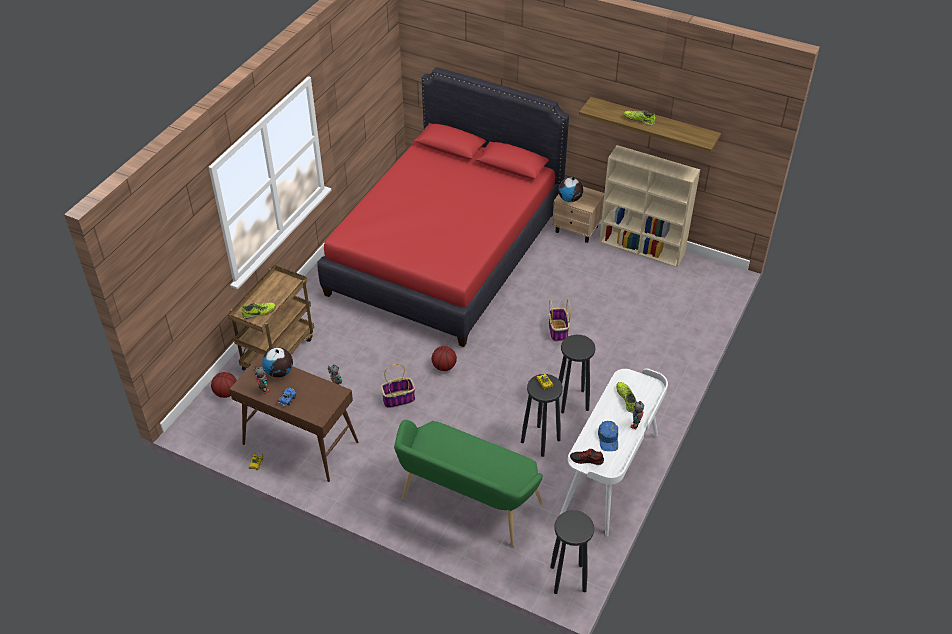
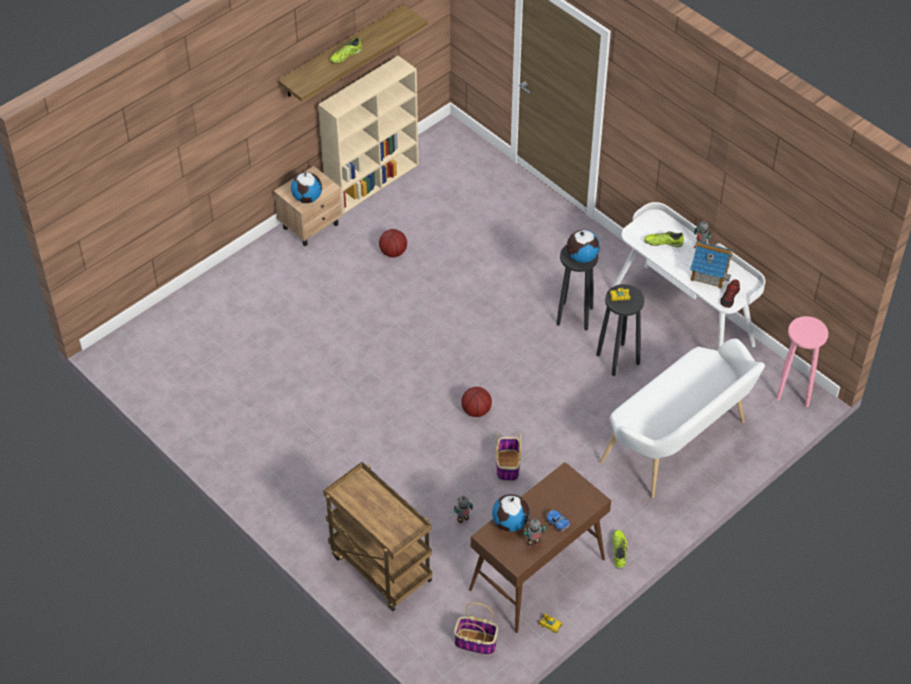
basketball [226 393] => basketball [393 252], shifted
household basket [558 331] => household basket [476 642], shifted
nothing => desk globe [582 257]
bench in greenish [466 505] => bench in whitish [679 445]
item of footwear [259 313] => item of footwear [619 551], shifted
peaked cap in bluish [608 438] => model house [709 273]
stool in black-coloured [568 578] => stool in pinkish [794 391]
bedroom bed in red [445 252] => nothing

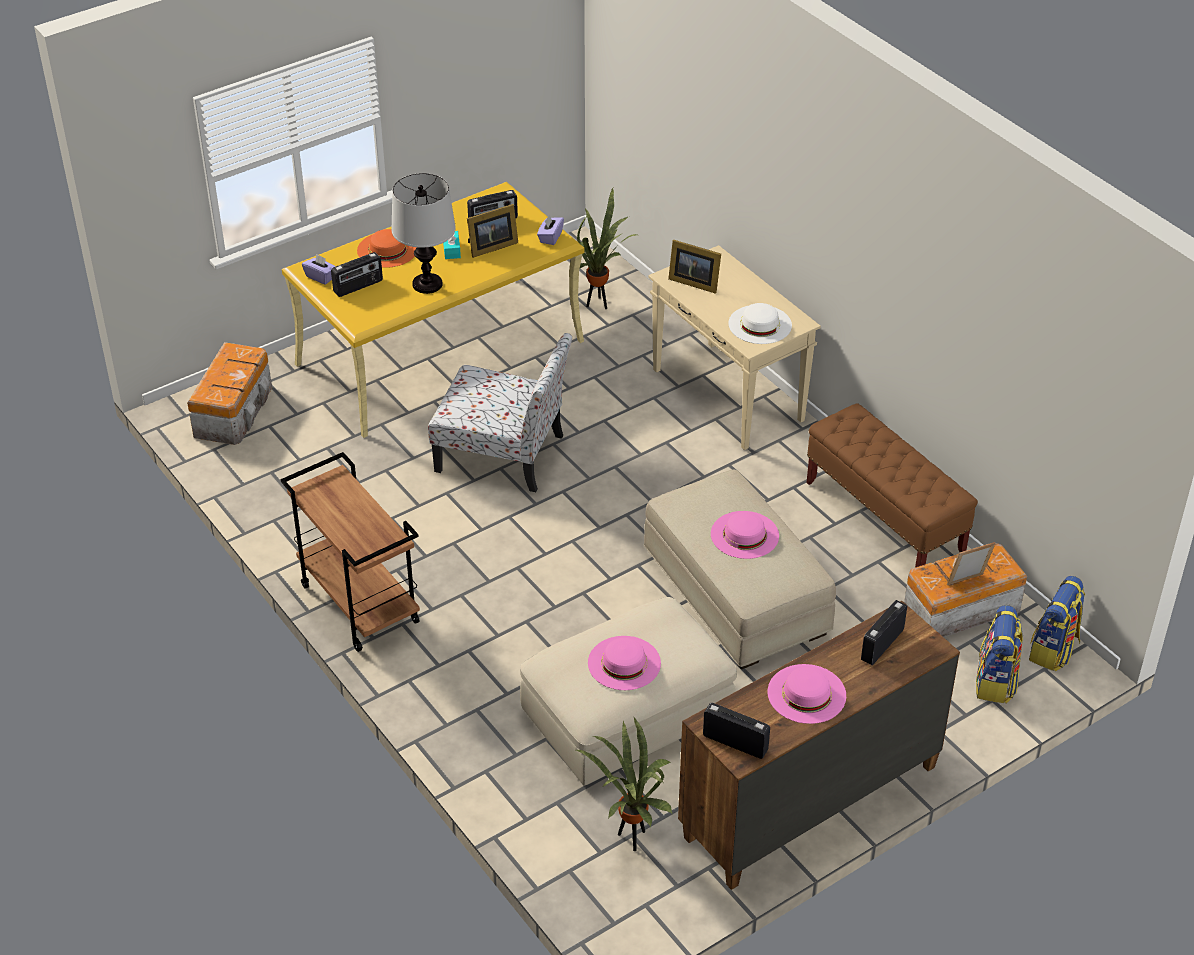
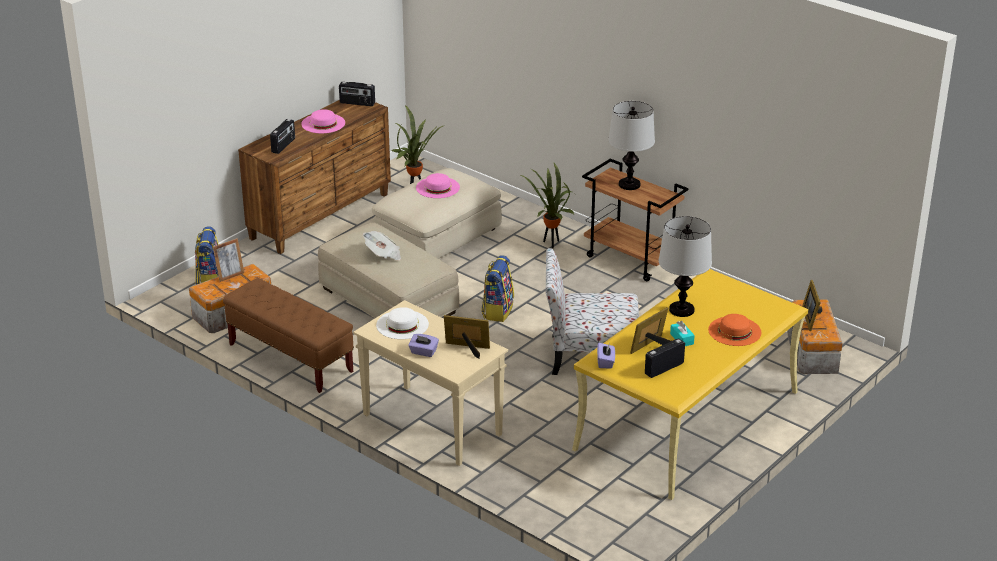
clothing hat in pinkish [744 534] => newspaper [383 255]
tissue box in purple [321 277] => tissue box in purple [423 352], shifted
rucksack [1053 650] => rucksack [497 311], shifted
plant in a pot [598 303] => plant in a pot [551 244], shifted
nothing => table lamp [629 184]
nothing => standing frame [811 318]
radio receiver [358 287] => nothing

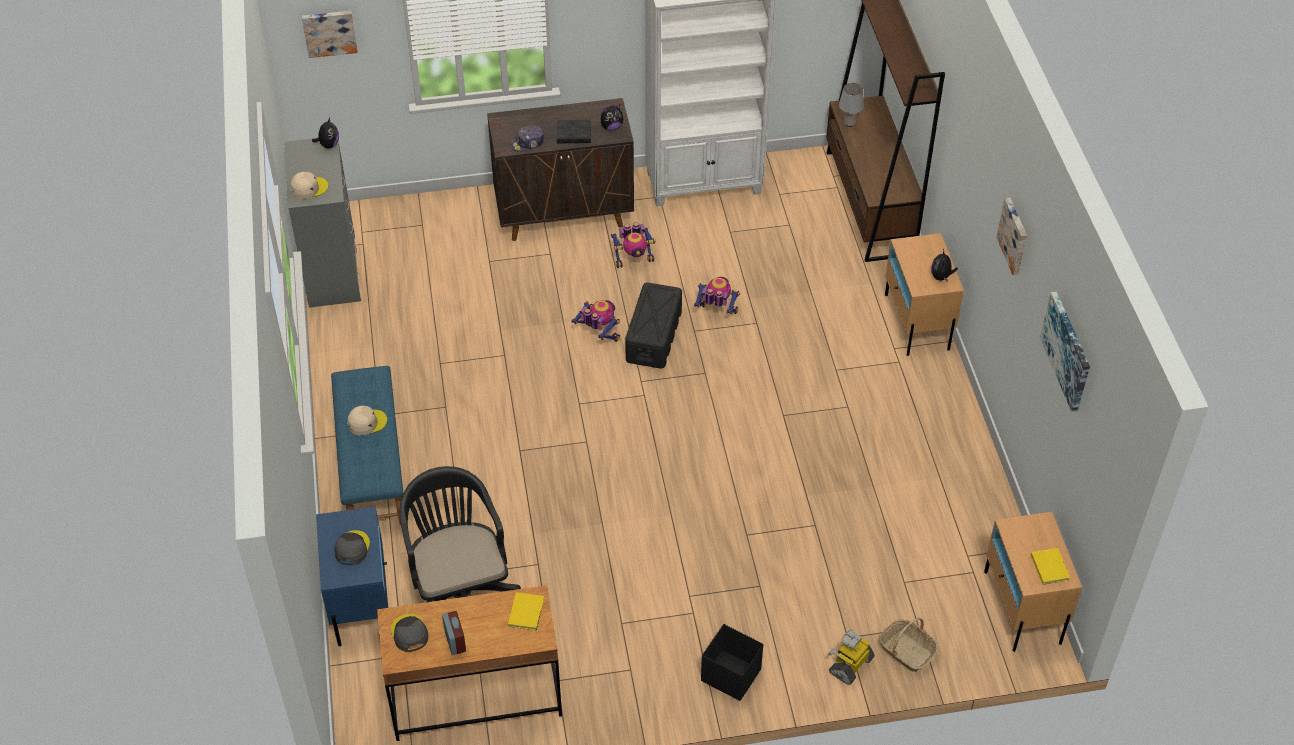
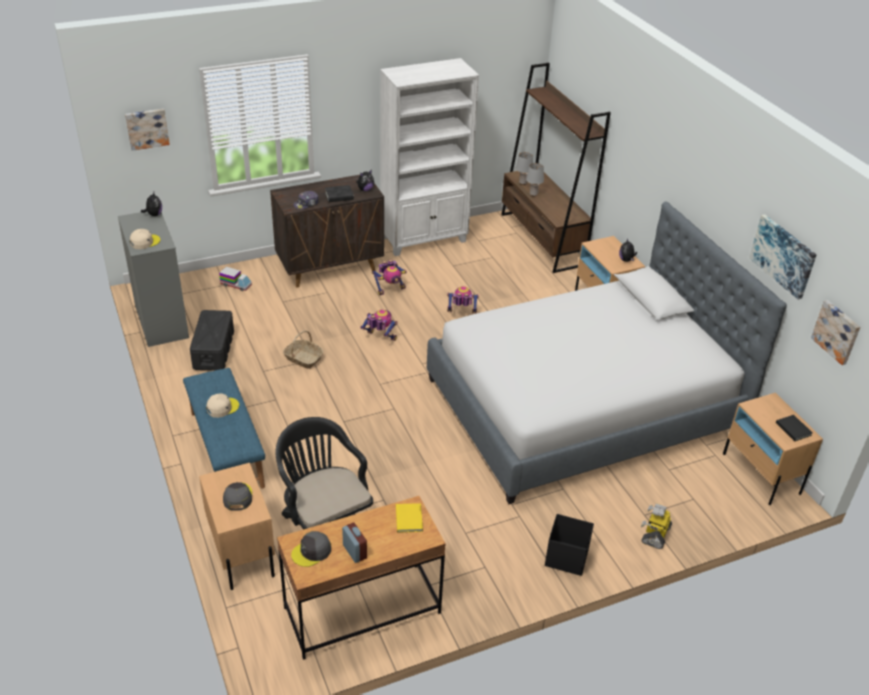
storage bin in black-coloured [653 337] => storage bin in black-coloured [213 350], shifted
bedside table in bluish [360 601] => bedside table in beige-coloured [242 551]
nothing => toy lorry [236 285]
household basket [906 651] => household basket [303 358], shifted
peaked cap in greyish [409 633] => peaked cap in greyish [311 552], 90 degrees counterclockwise
nothing => bedroom bed [582 405]
nothing => table lamp in greyish [533 194]
book in yellowish [1050 566] => book in black-coloured [793 428]
wall art [1014 236] => wall art [837 331], shifted

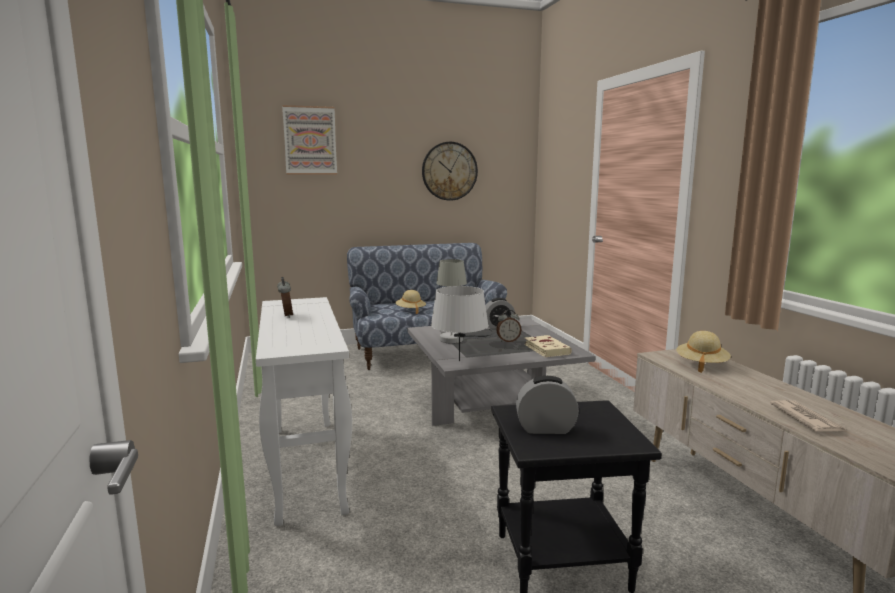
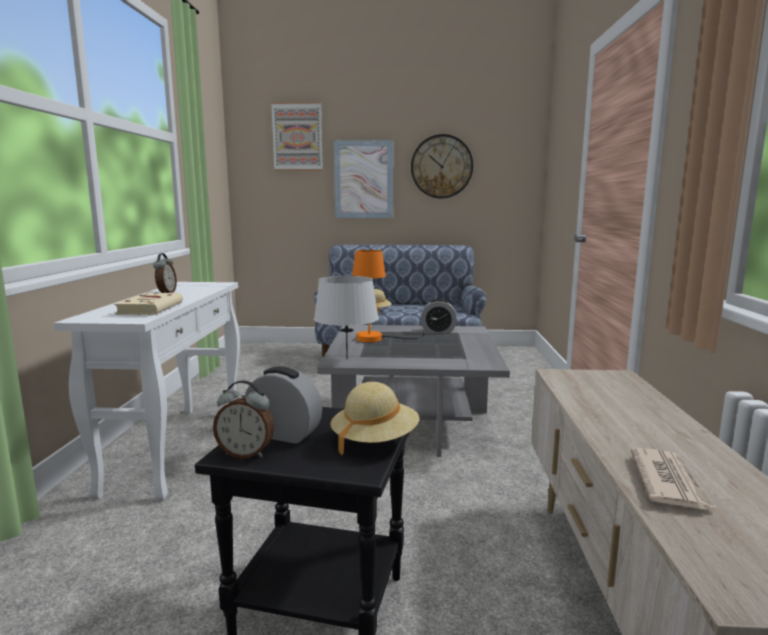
book in beige-coloured [545 349] => book in beige-coloured [151 308], shifted
table clock [508 341] => table clock [246 454], shifted
clothing hat in beige-coloured [701 364] => clothing hat in beige-coloured [374 441], shifted
nothing => wall art [364 179]
table lamp in greyish [458 339] => table lamp in orange-coloured [377 339]

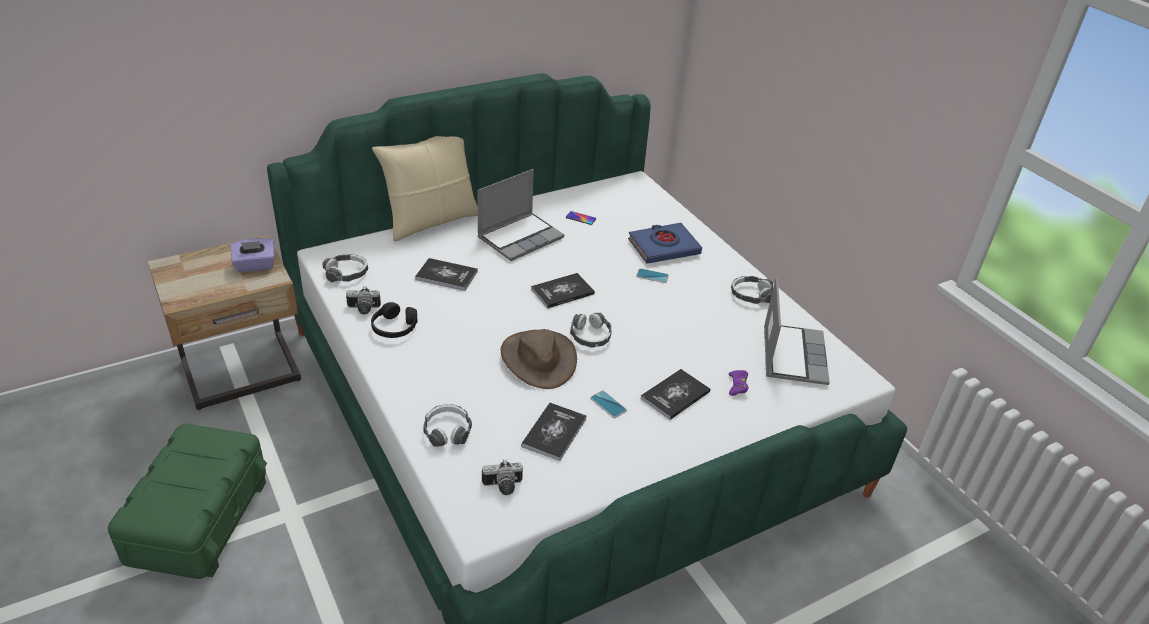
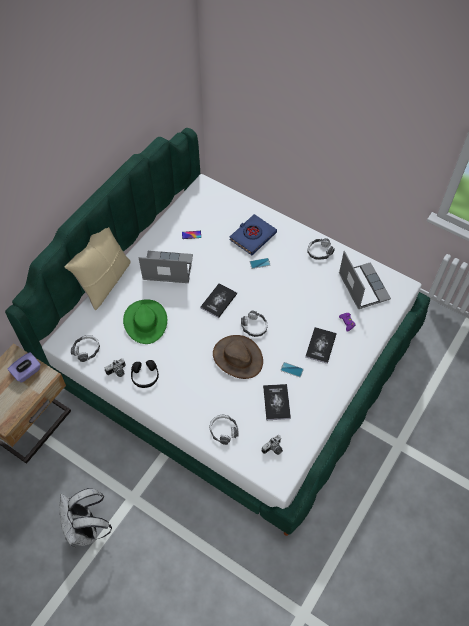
storage bin in greenish [200 521] => rucksack in whitish [87 529]
book [446 275] => clothing hat in greenish [145 321]
laptop [520 237] => laptop [167 269], 105 degrees counterclockwise

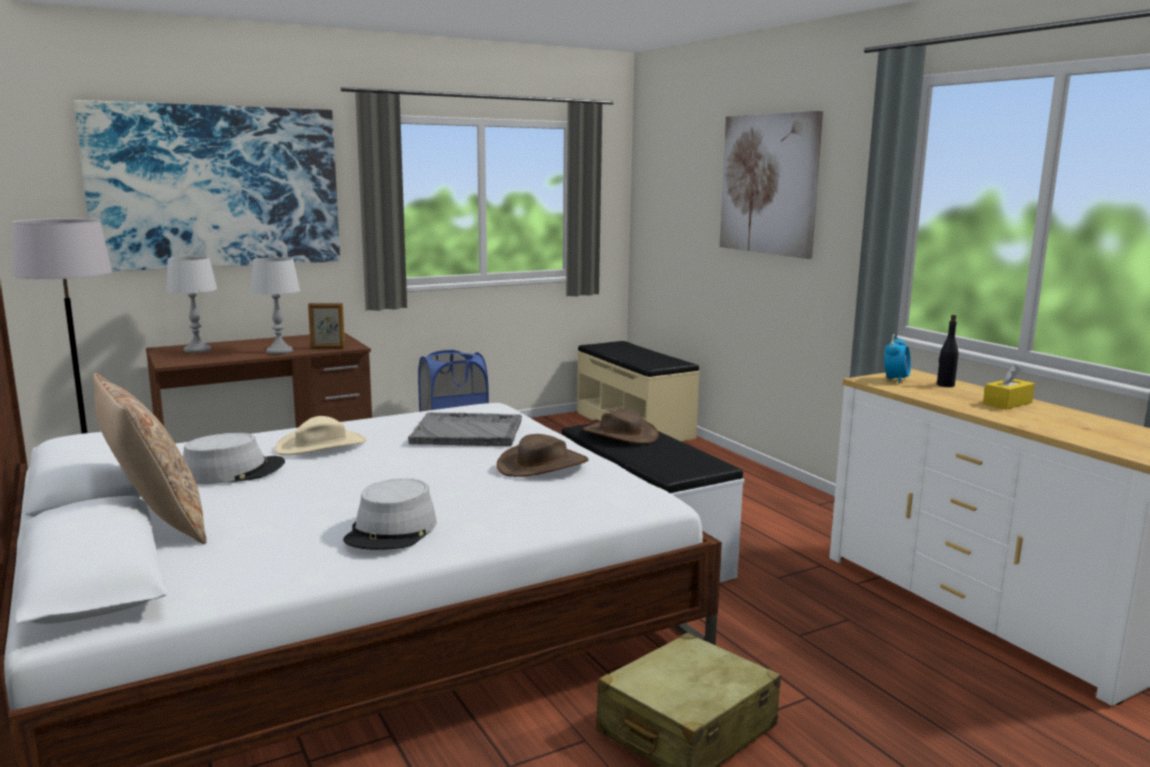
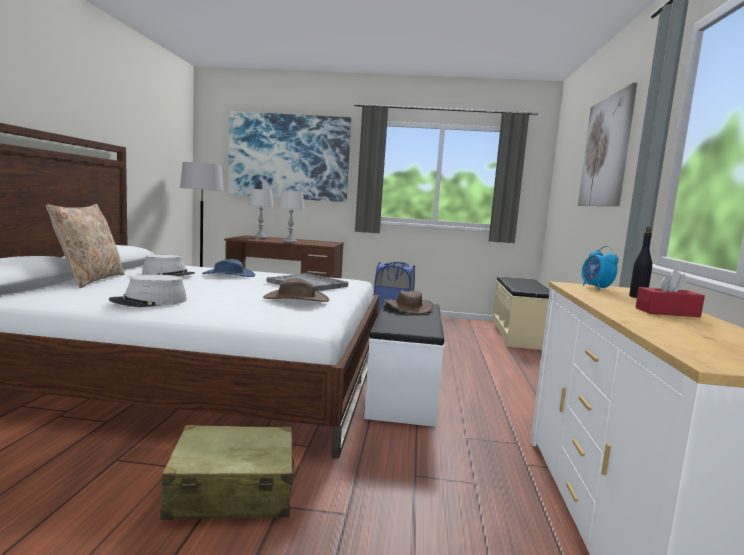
clothing hat in beige-coloured [321 445] => clothing hat in bluish [229 275]
table clock [895 380] => table clock [596 288], 105 degrees clockwise
tissue box in yellowish [1007 403] => tissue box in red [667 312]
standing frame [327 348] => nothing

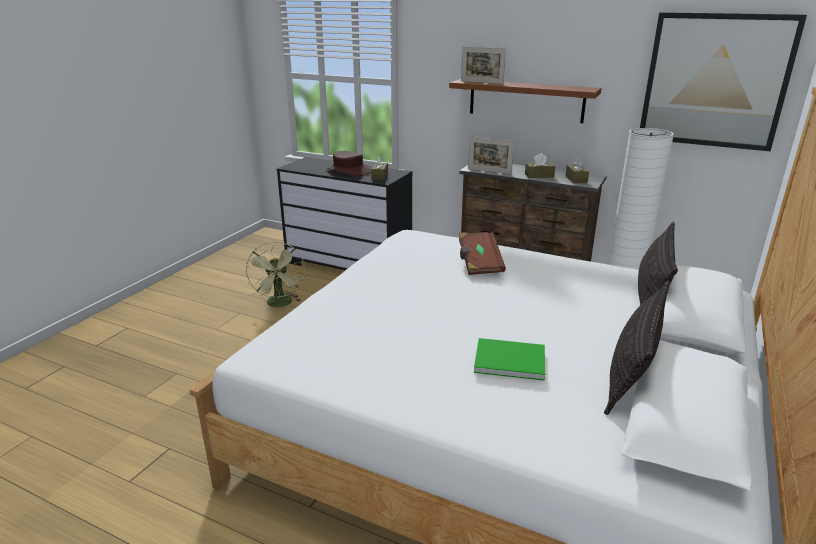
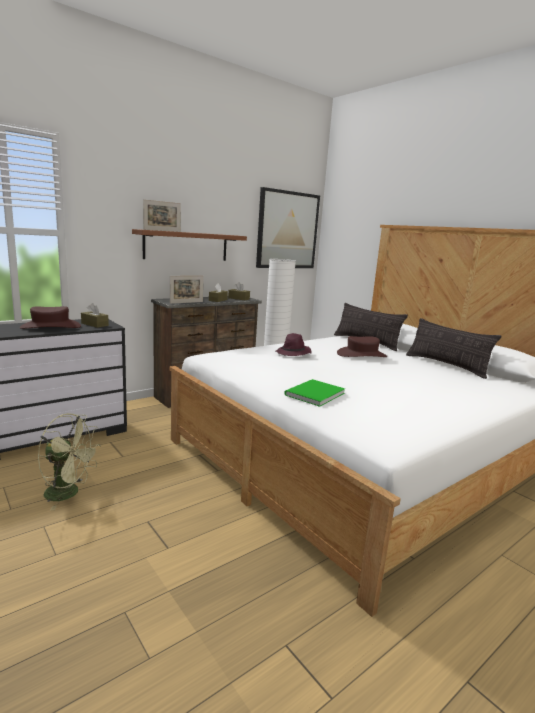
book in brownish [479 263] => clothing hat in purple [293 353]
book in greenish [507 359] => book in greenish [313 394], shifted
nothing => clothing hat in brownish [361 355]

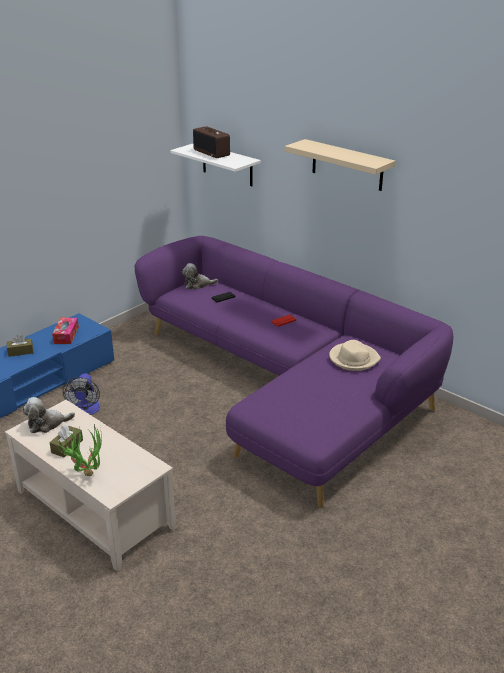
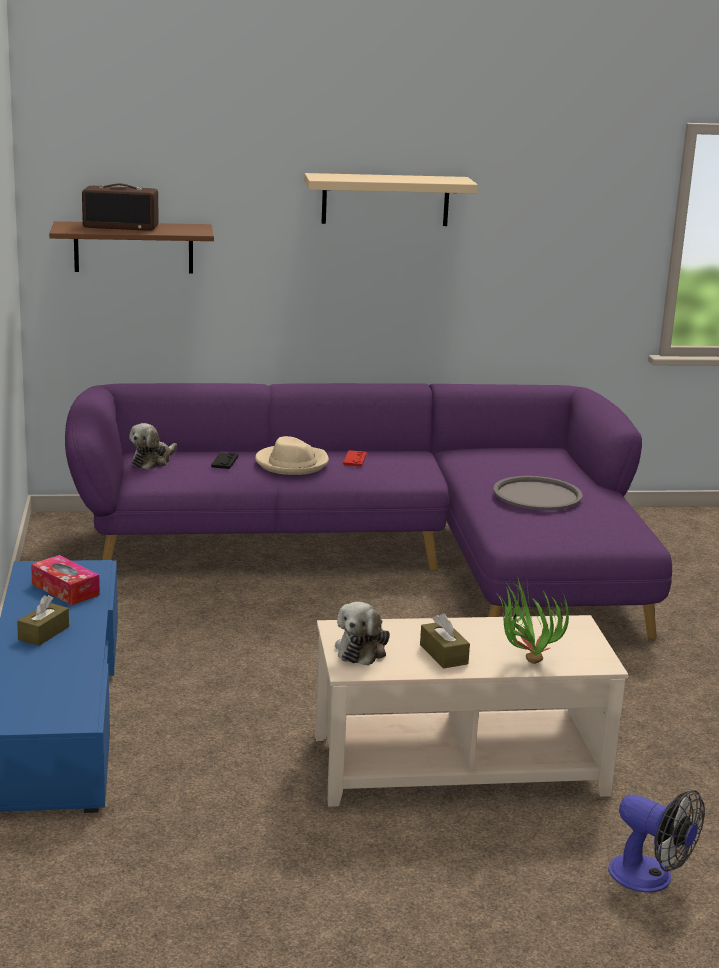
wall shelf in whitish [227 165] => wall shelf in brownish [133 247]
clothing hat in beige-coloured [353 359] => clothing hat in beige-coloured [291 463], shifted
nothing => carrying tray in greyish [537 495]
fan [86 410] => fan [650 878], shifted

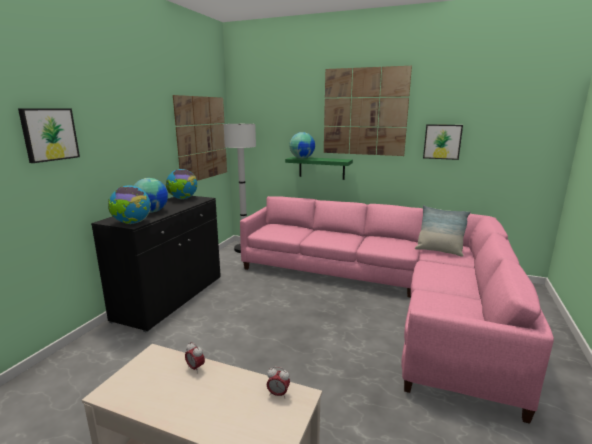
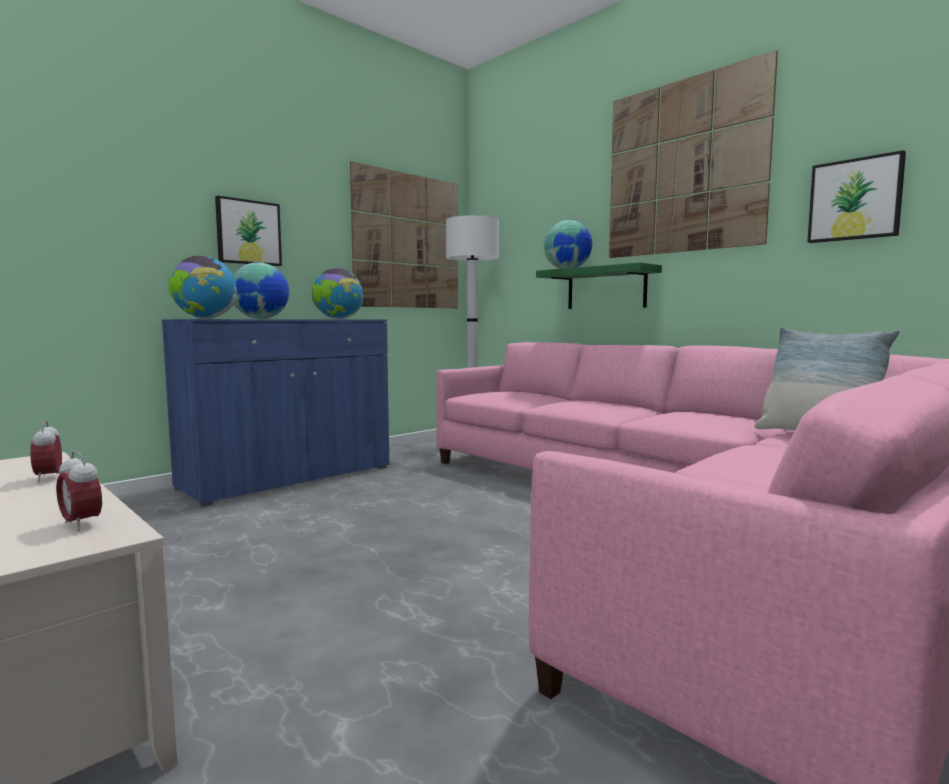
storage cabinet in black-coloured [171 298] => storage cabinet in bluish [288 478]
wall art [49 134] => wall art [248 232], shifted

